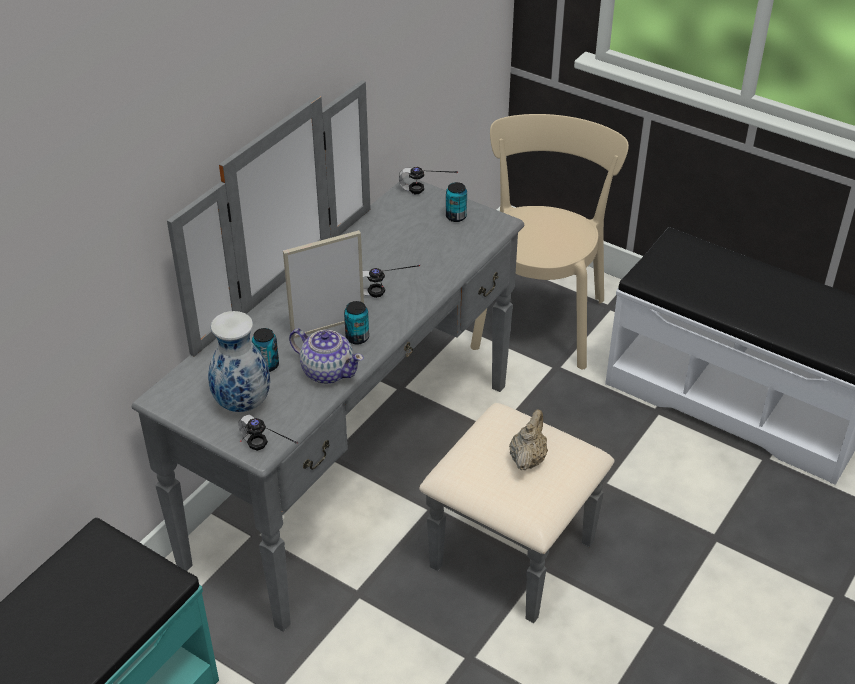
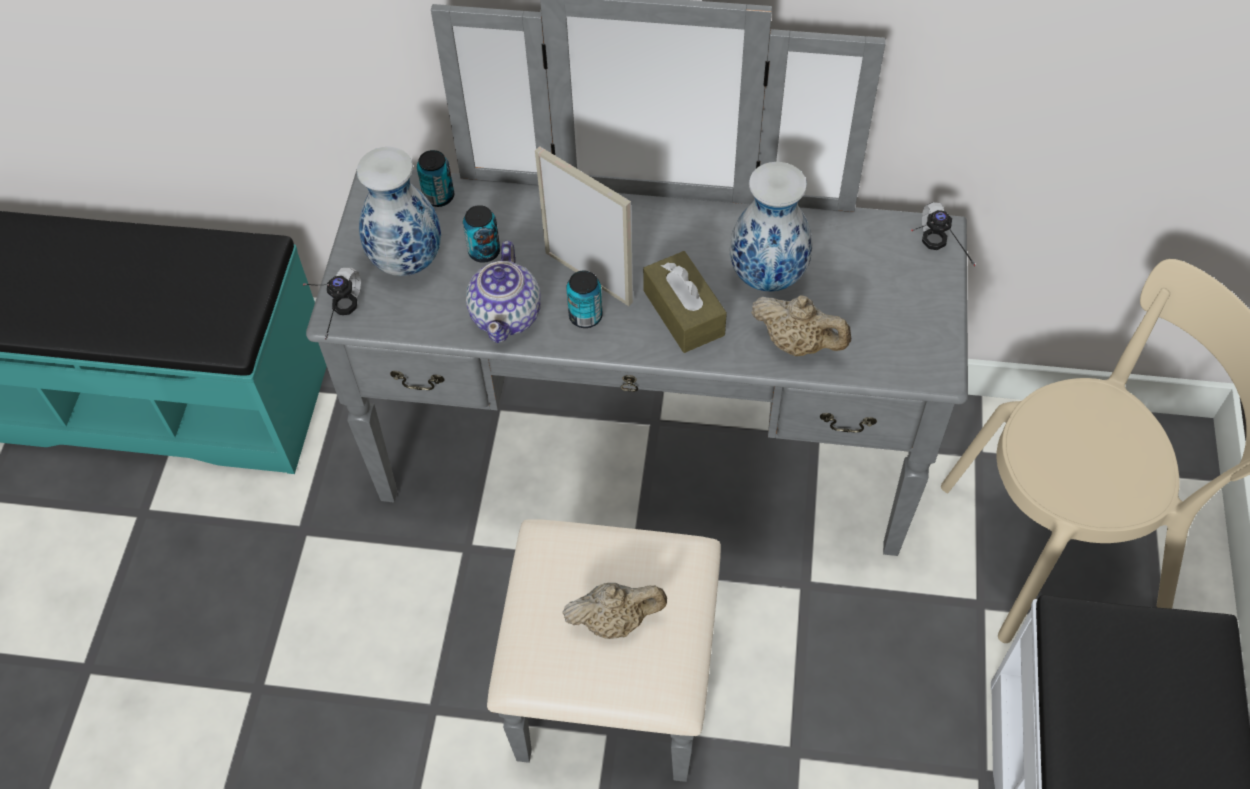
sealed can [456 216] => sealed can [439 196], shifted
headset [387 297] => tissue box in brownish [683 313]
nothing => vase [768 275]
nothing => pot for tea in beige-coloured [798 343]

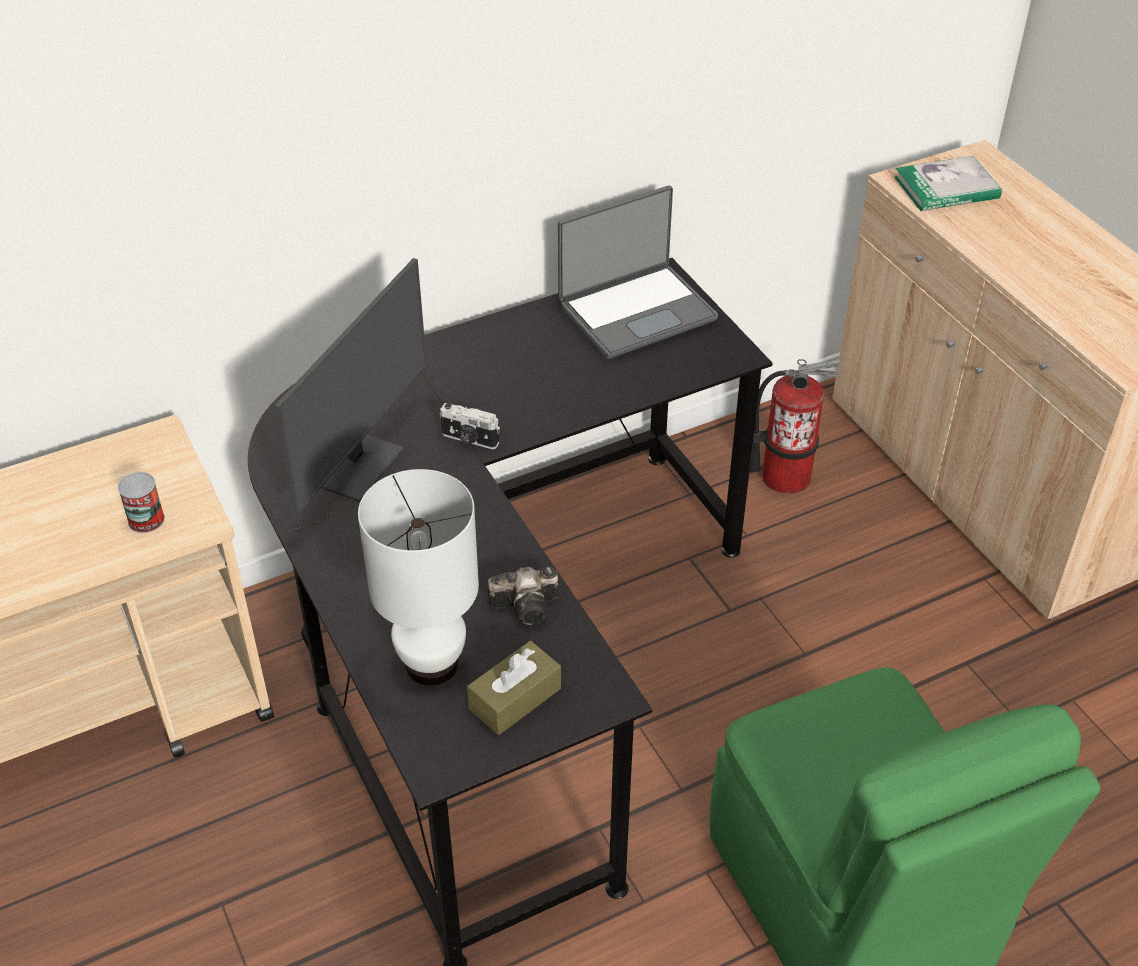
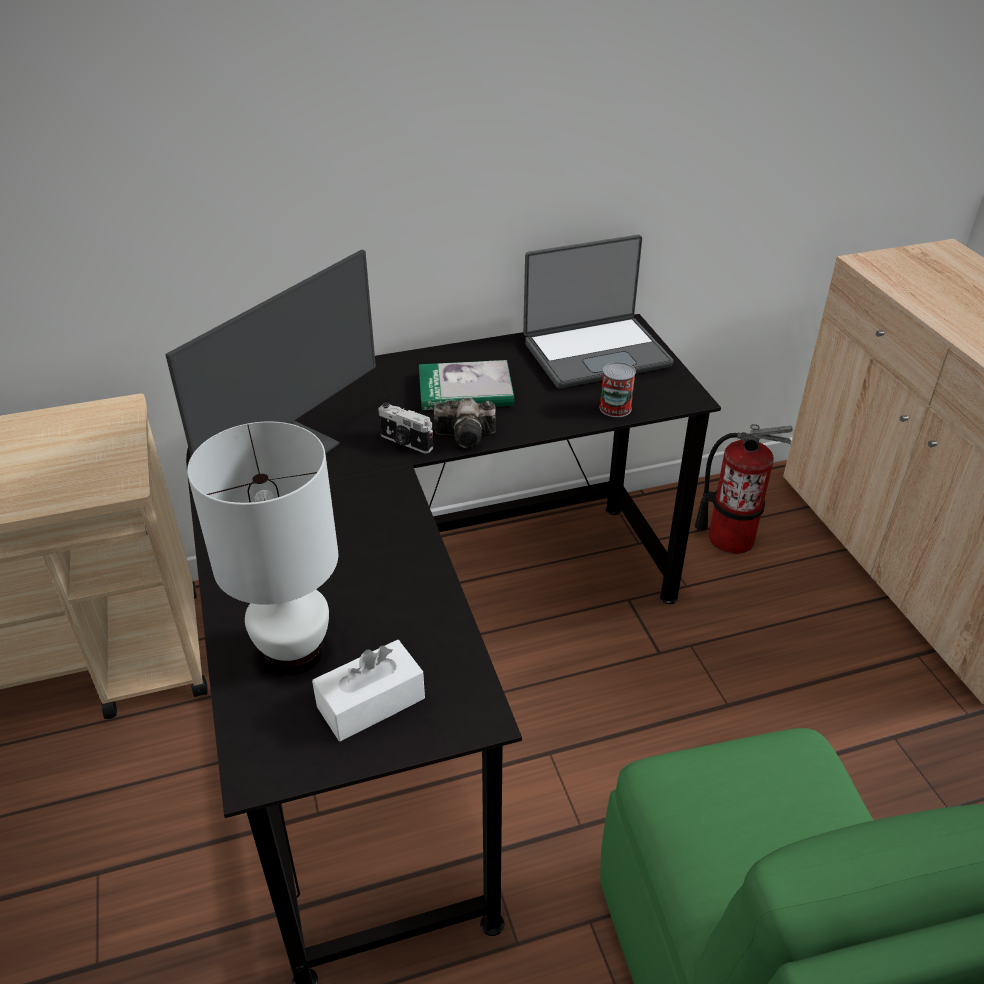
tissue box in brownish [515 698] => tissue box in whitish [371 702]
book [946 188] => book [465 390], shifted
still camera [529 605] => still camera [468 435], shifted
sealed can [146 520] => sealed can [615 408], shifted

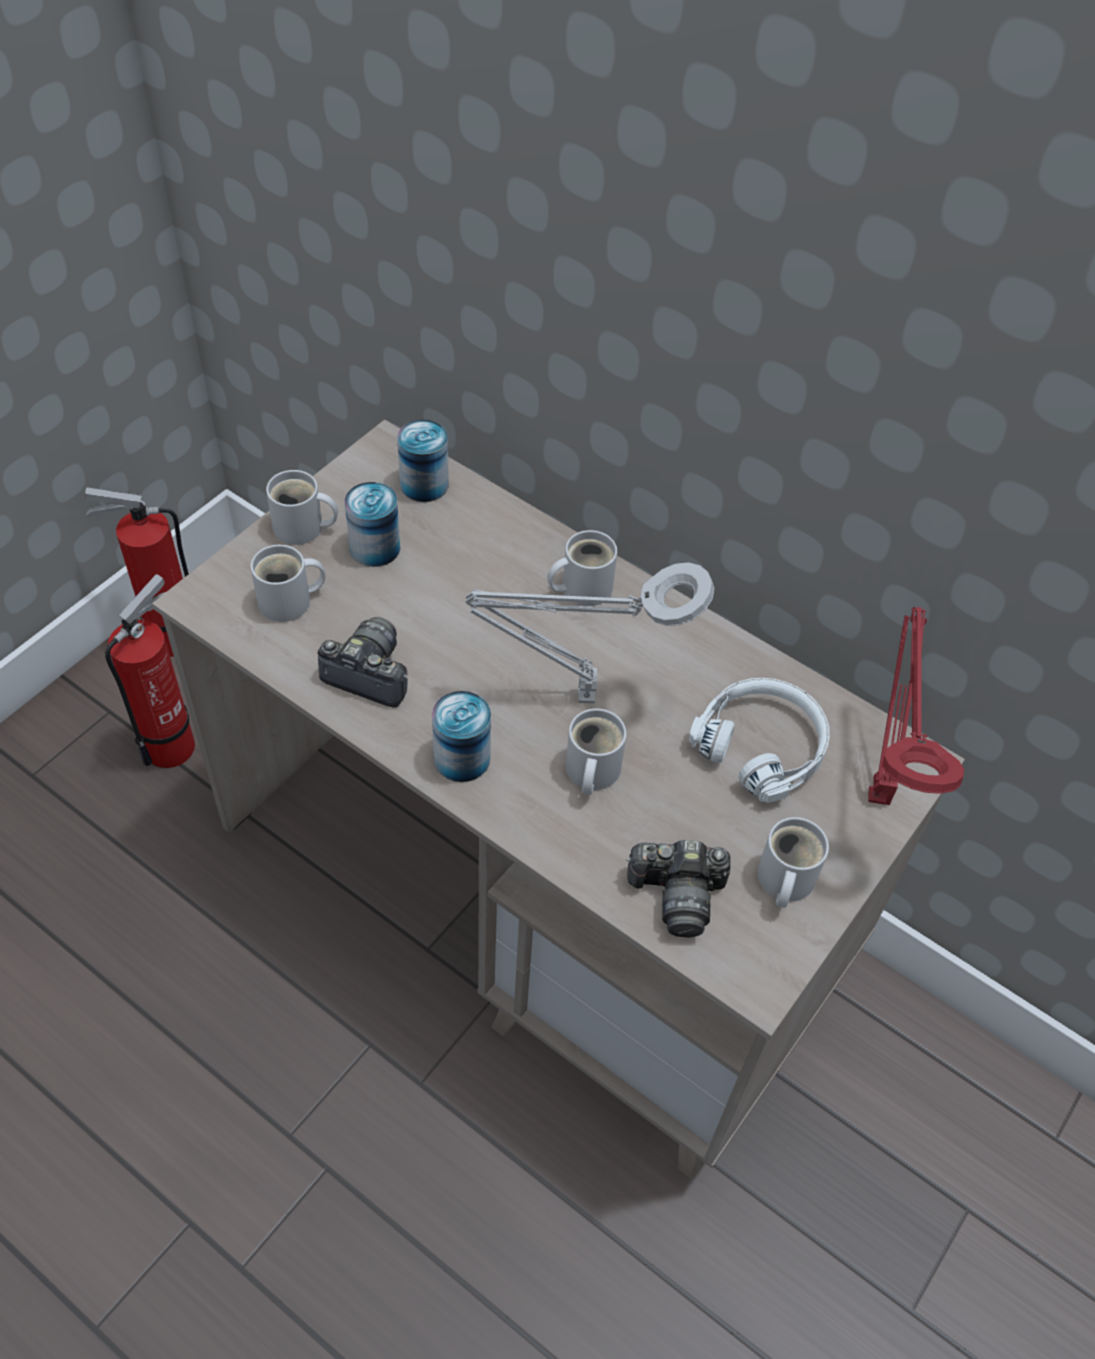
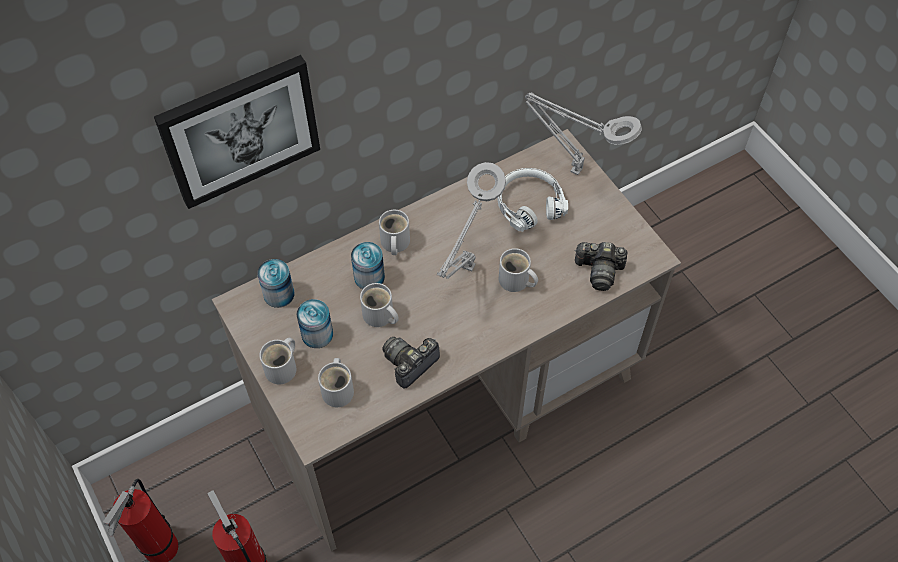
nothing => wall art [240 130]
sealed can [462 758] => sealed can [369 277], shifted
mug in whitish [782 880] => mug in whitish [379 316], shifted
table lamp in red [878 791] => table lamp in greyish [572 169]
still camera [677 895] => still camera [599 271], 75 degrees clockwise

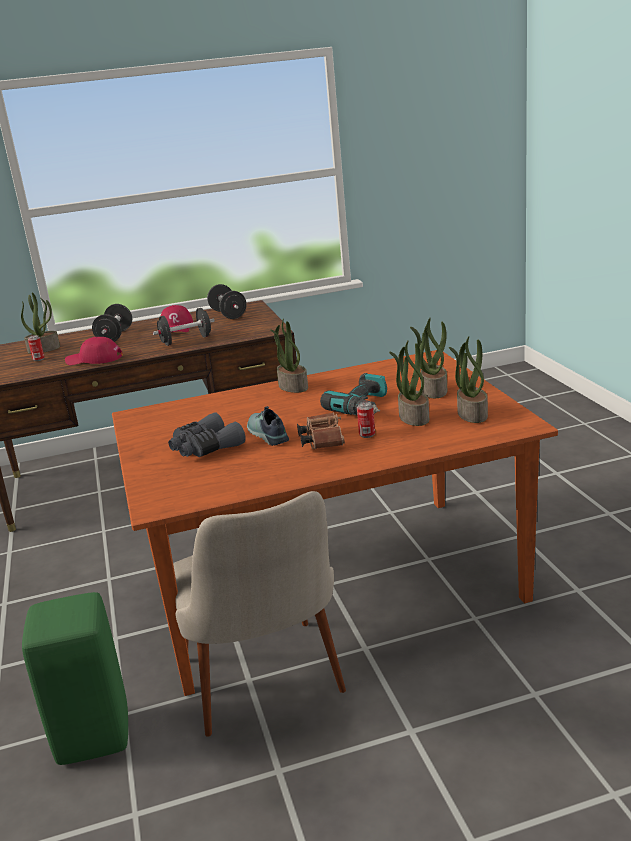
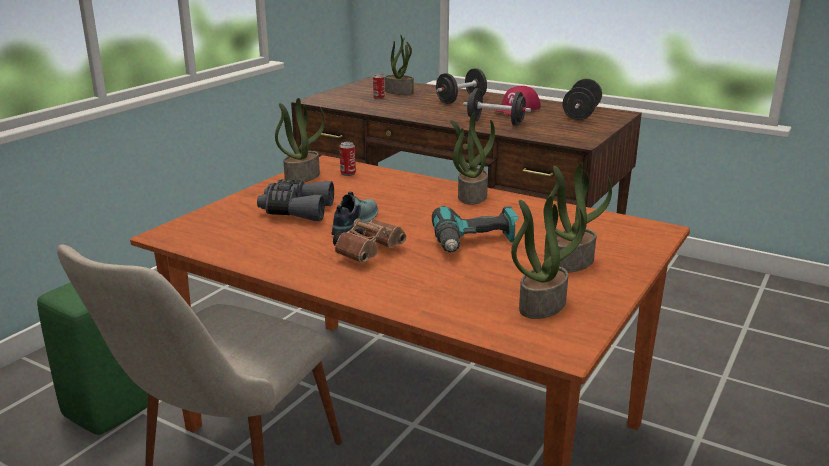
plant in a pot [413 417] => plant in a pot [302 177], shifted
sealed can [367 435] => sealed can [348 173], shifted
peaked cap in red [94 359] => nothing

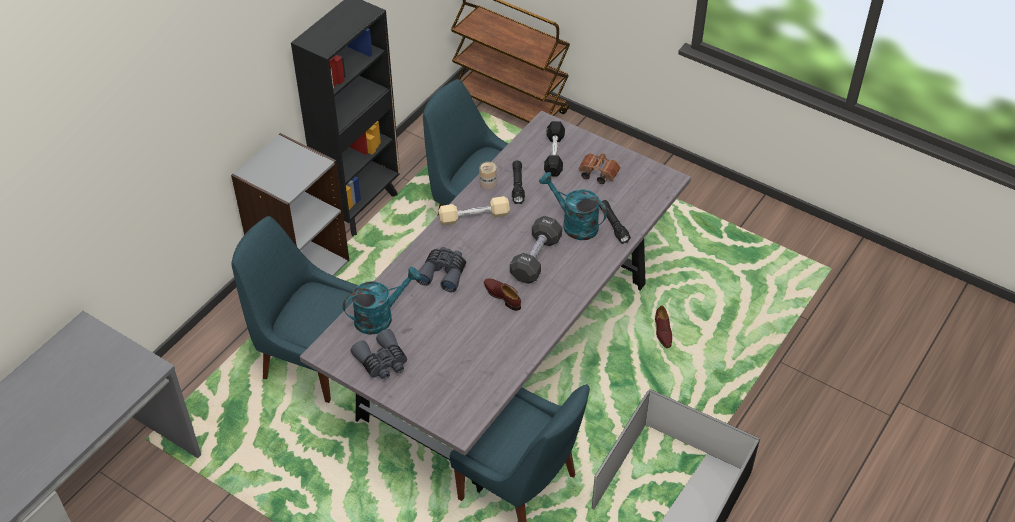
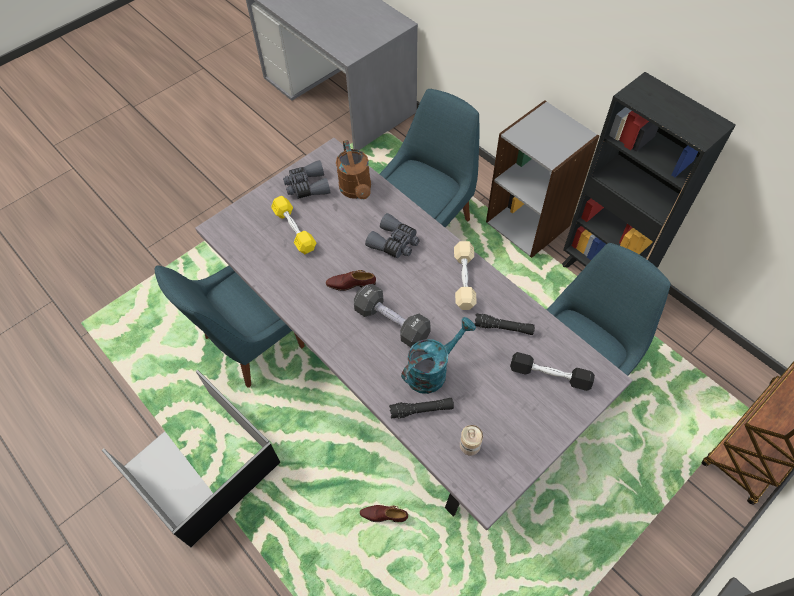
nothing => free weight in yellowish [294 230]
item of footwear in brownish [502 296] => item of footwear in brownish [351 284], 150 degrees counterclockwise
sprinkling can in blue-green [380 316] => sprinkling can in brownish [357 191]
sealed can [488 183] => sealed can [470 445], shifted
binoculars in brownish [597 174] => nothing

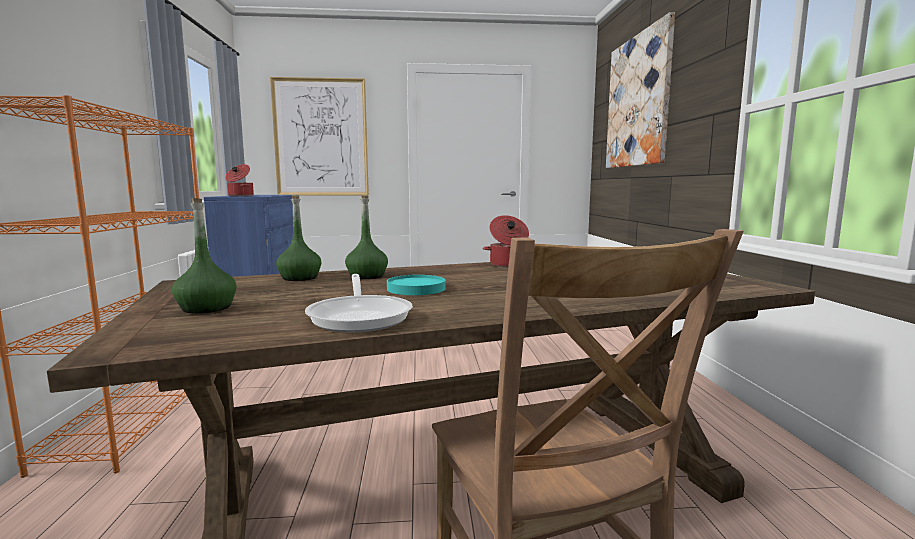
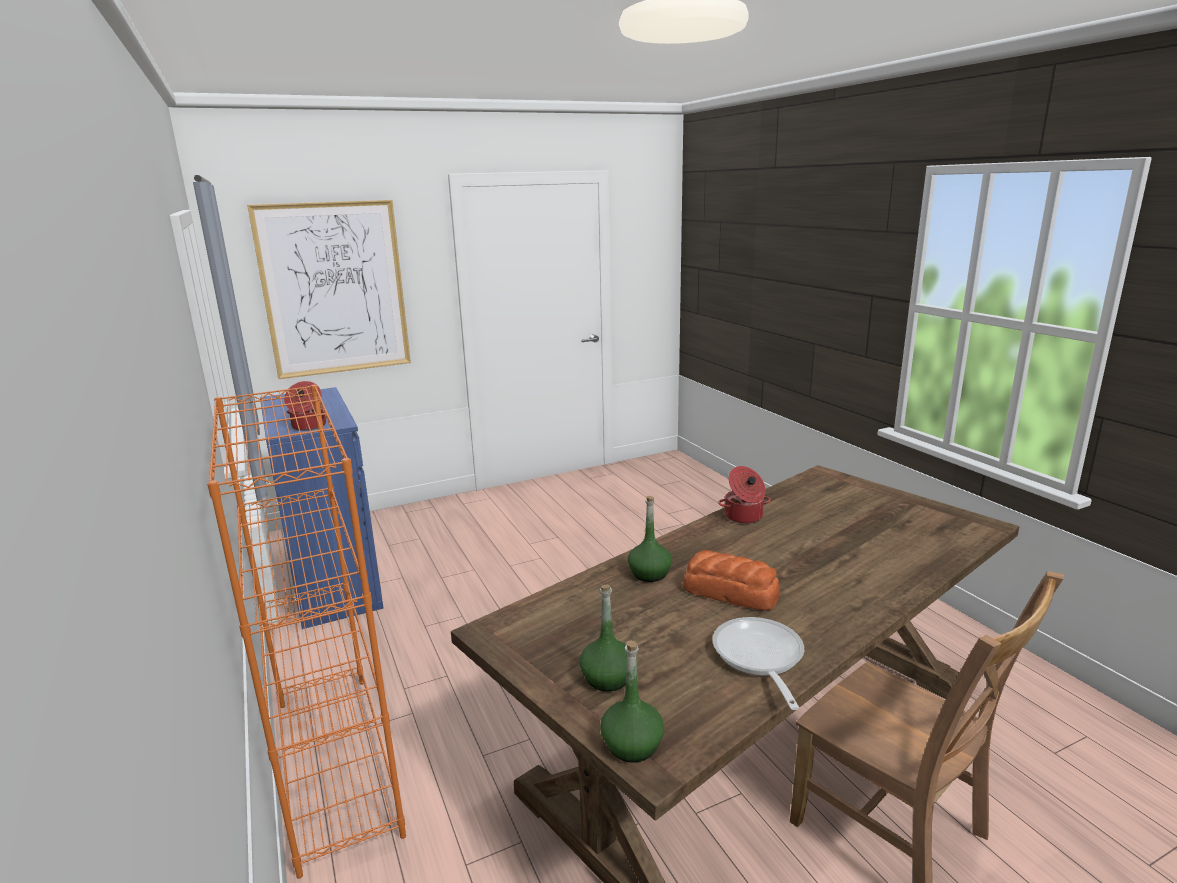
drink bottle in greenish [300 278] => drink bottle in greenish [632 745], shifted
plate in blue-green [416 289] => bakery bread [731 592]
skillet [361 316] => skillet [759 658], 150 degrees counterclockwise
wall art [638 101] => nothing

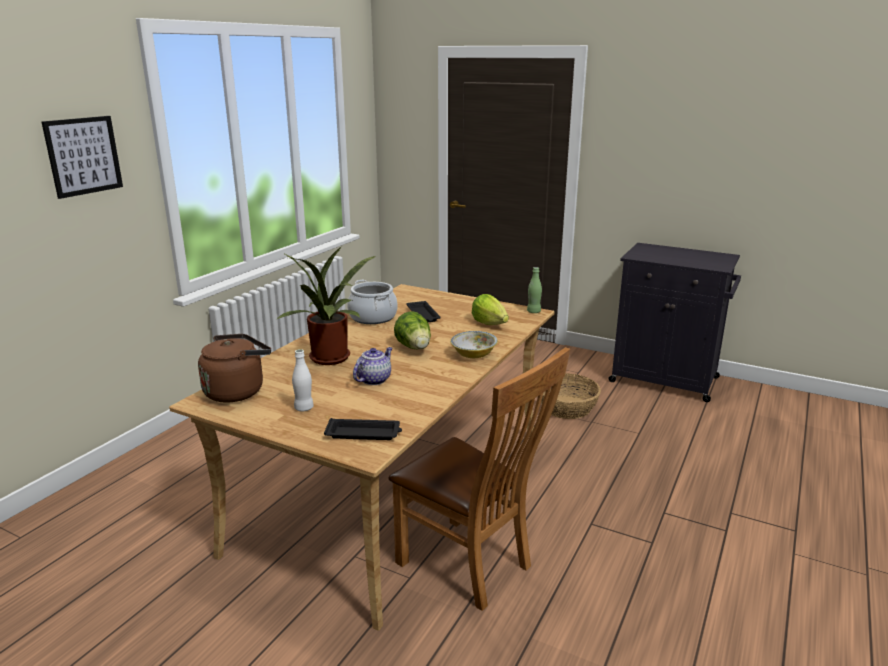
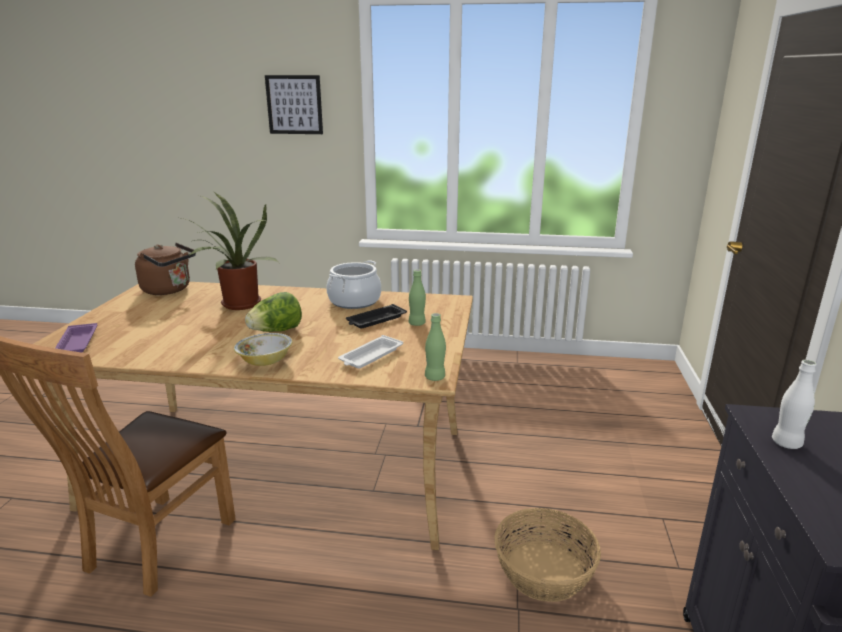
carrying tray in black-coloured [364 434] => carrying tray in purple [77 343]
lettuce head [489 323] => carrying tray in whitish [370 356]
nothing => drink bottle in greenish [417 323]
drink bottle in whitish [304 408] => drink bottle in whitish [786 443], shifted
pot for tea [374 379] => nothing

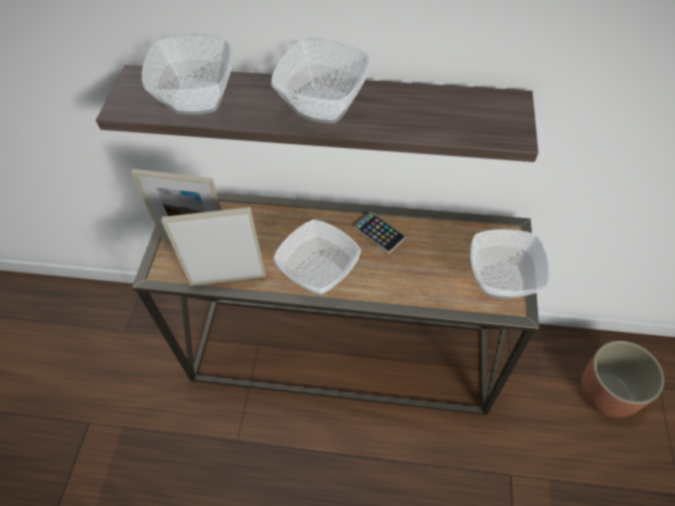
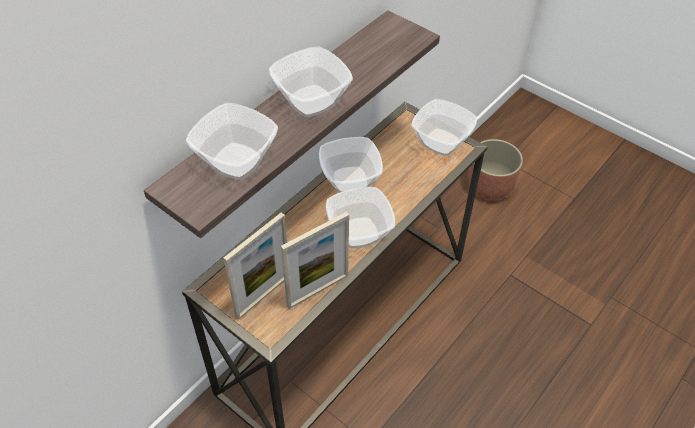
standing frame [228 279] => standing frame [318 290], 150 degrees counterclockwise
telephone [379 232] => bowl [351 180]

